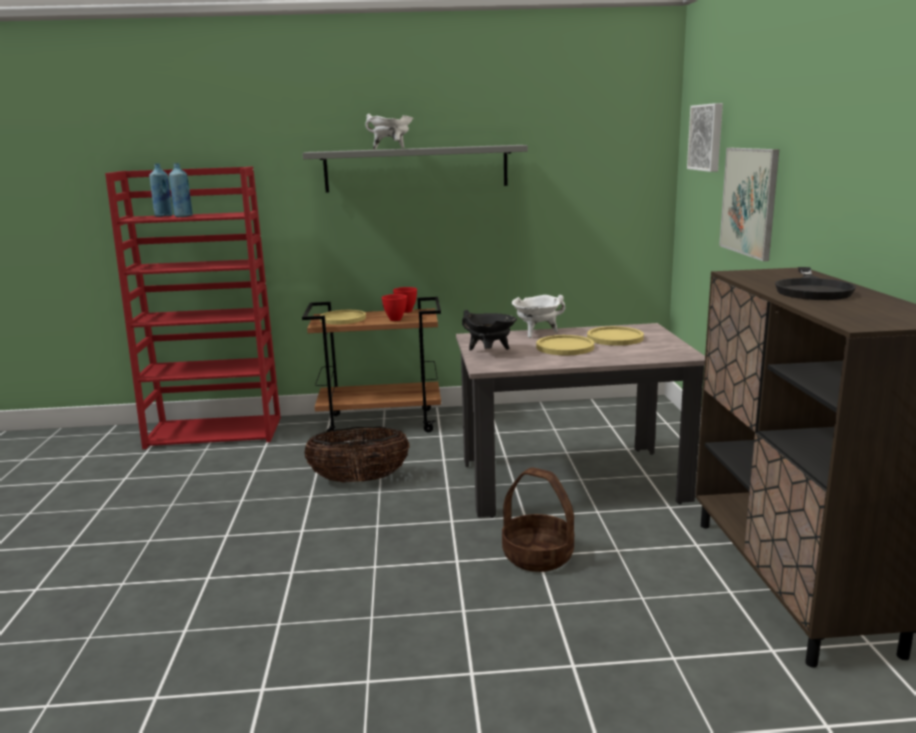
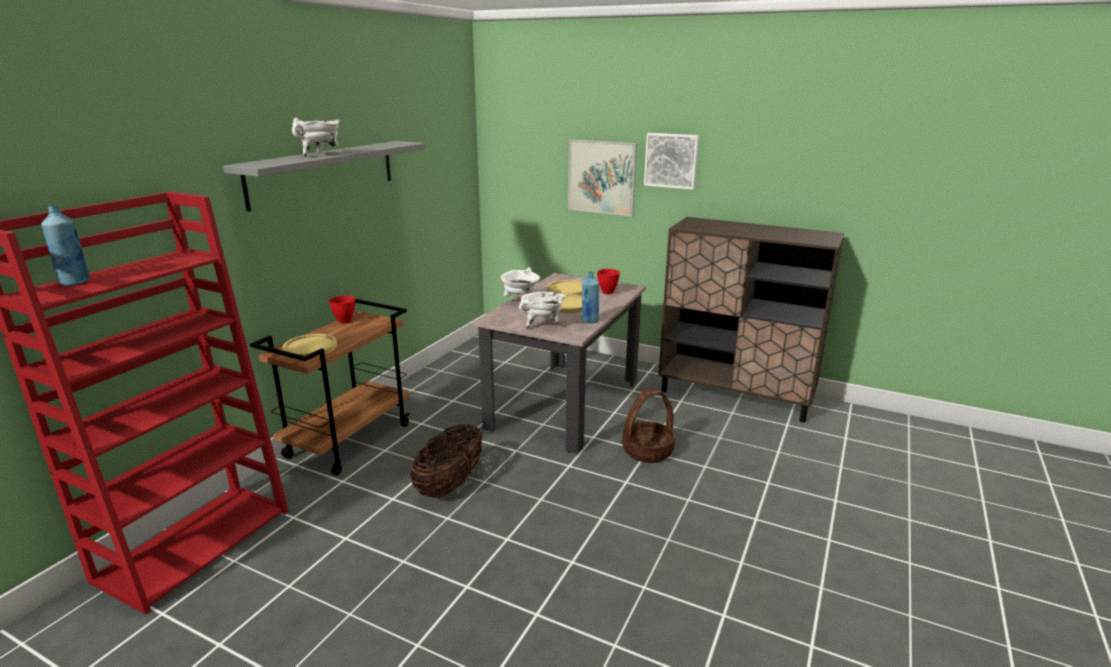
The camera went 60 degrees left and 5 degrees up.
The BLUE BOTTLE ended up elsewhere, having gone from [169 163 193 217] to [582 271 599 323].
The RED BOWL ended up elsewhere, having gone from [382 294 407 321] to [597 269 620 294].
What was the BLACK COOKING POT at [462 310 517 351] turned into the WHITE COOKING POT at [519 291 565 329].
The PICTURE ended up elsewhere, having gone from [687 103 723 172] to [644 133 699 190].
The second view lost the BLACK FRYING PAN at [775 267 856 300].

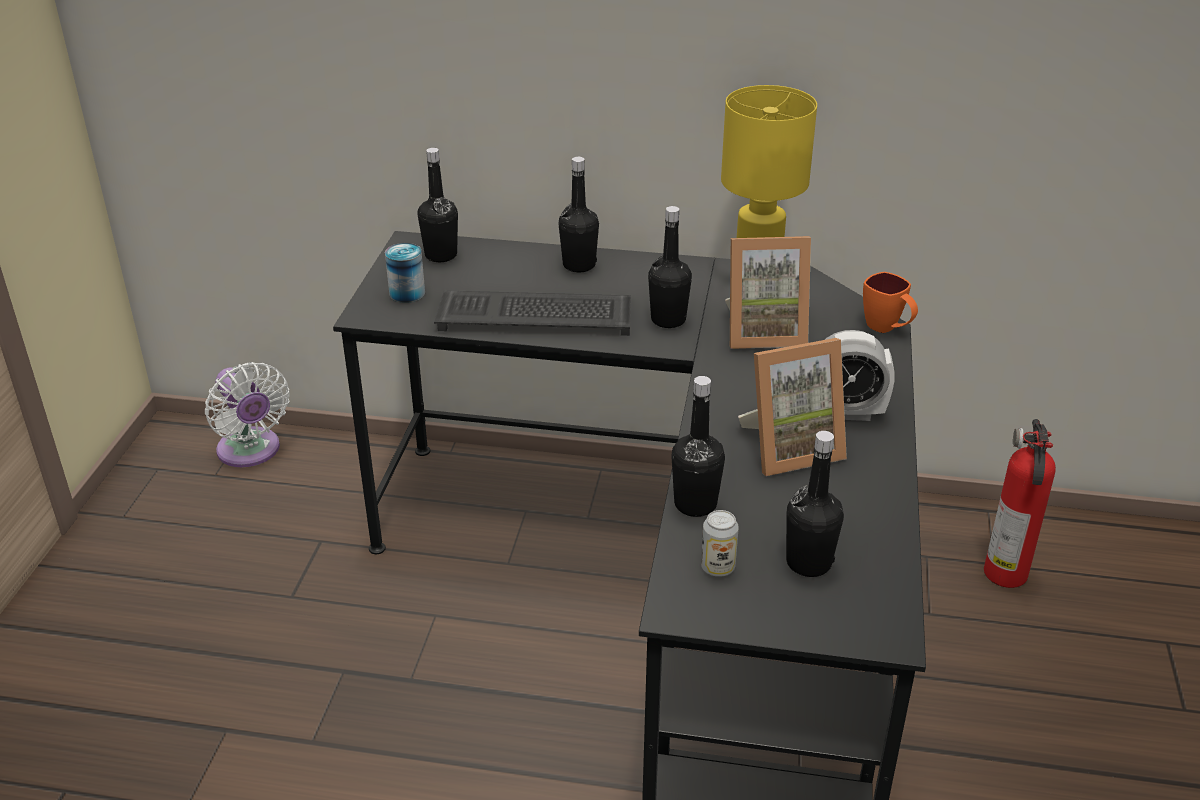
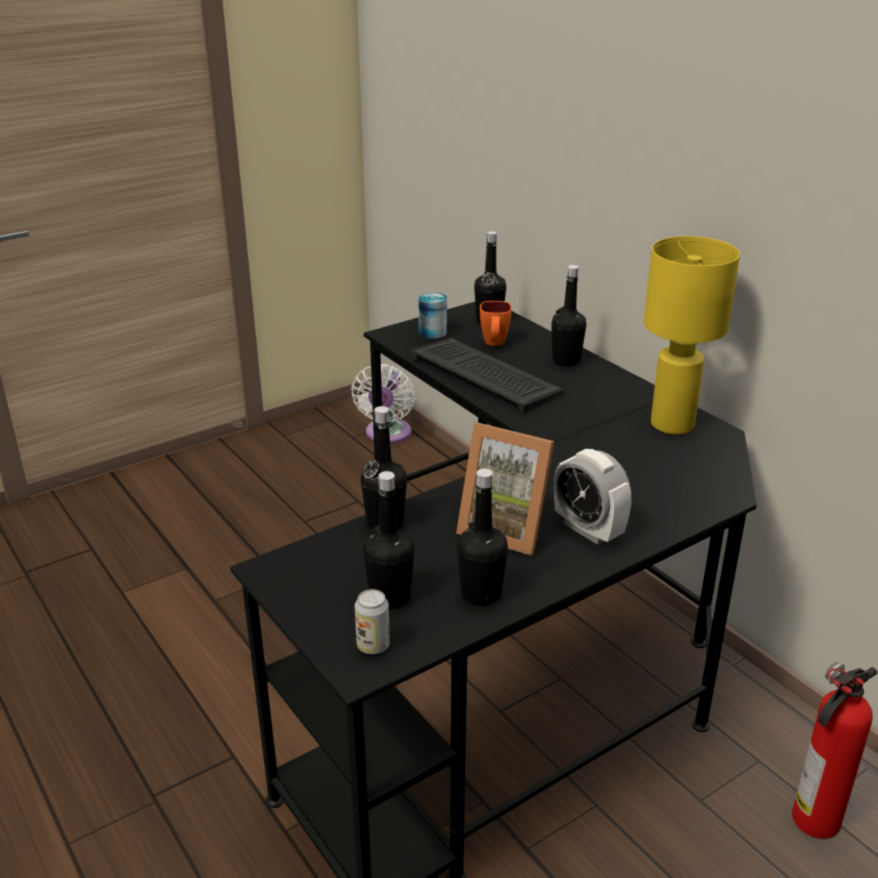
The camera went 45 degrees right and 5 degrees down.
The BLACK BOTTLE ended up elsewhere, having gone from [648 206 692 328] to [457 468 508 606].
The CAN ended up elsewhere, having gone from [701 510 739 577] to [355 589 390 654].
The second view lost the PICTURE FRAME at [725 236 811 349].
The ORANGE MUG ended up elsewhere, having gone from [863 272 918 333] to [480 301 512 346].

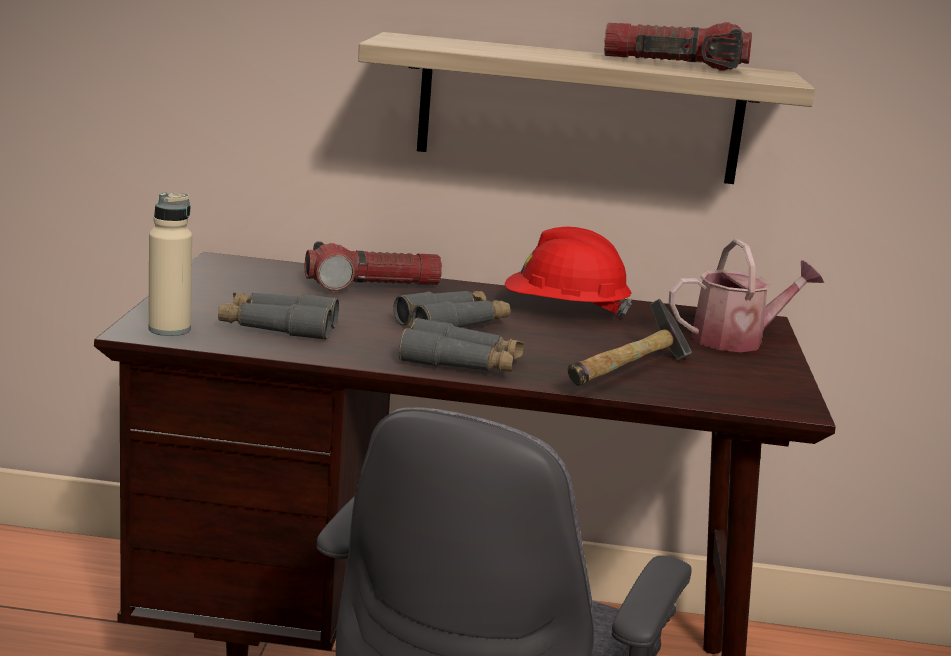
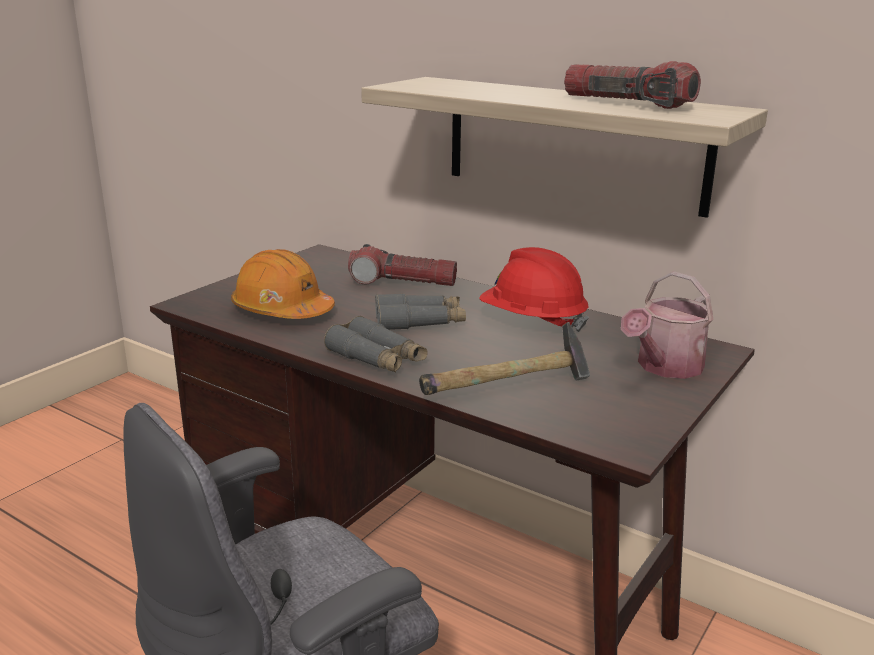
The camera went 30 degrees right and 5 degrees up.
The second view lost the BEIGE BOTTLE at [149 193 192 336].
Where the GREY BINOCULARS stood at [218 293 339 340], the ORANGE HARD HAT came to stand at [231 249 335 319].
The WATERING CAN at [669 239 824 352] ended up facing another way, 120 degrees clockwise from before.

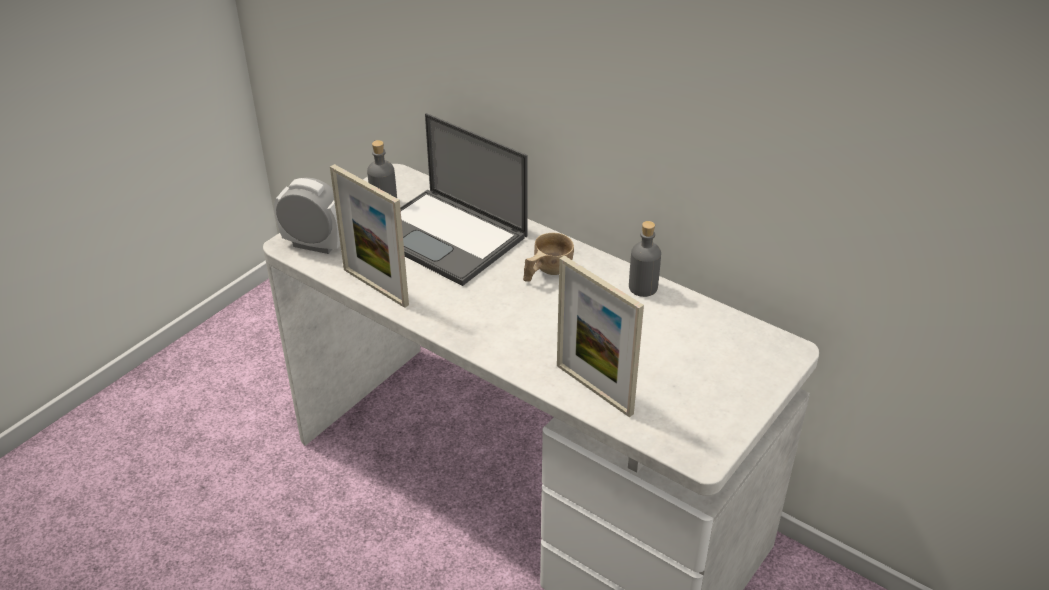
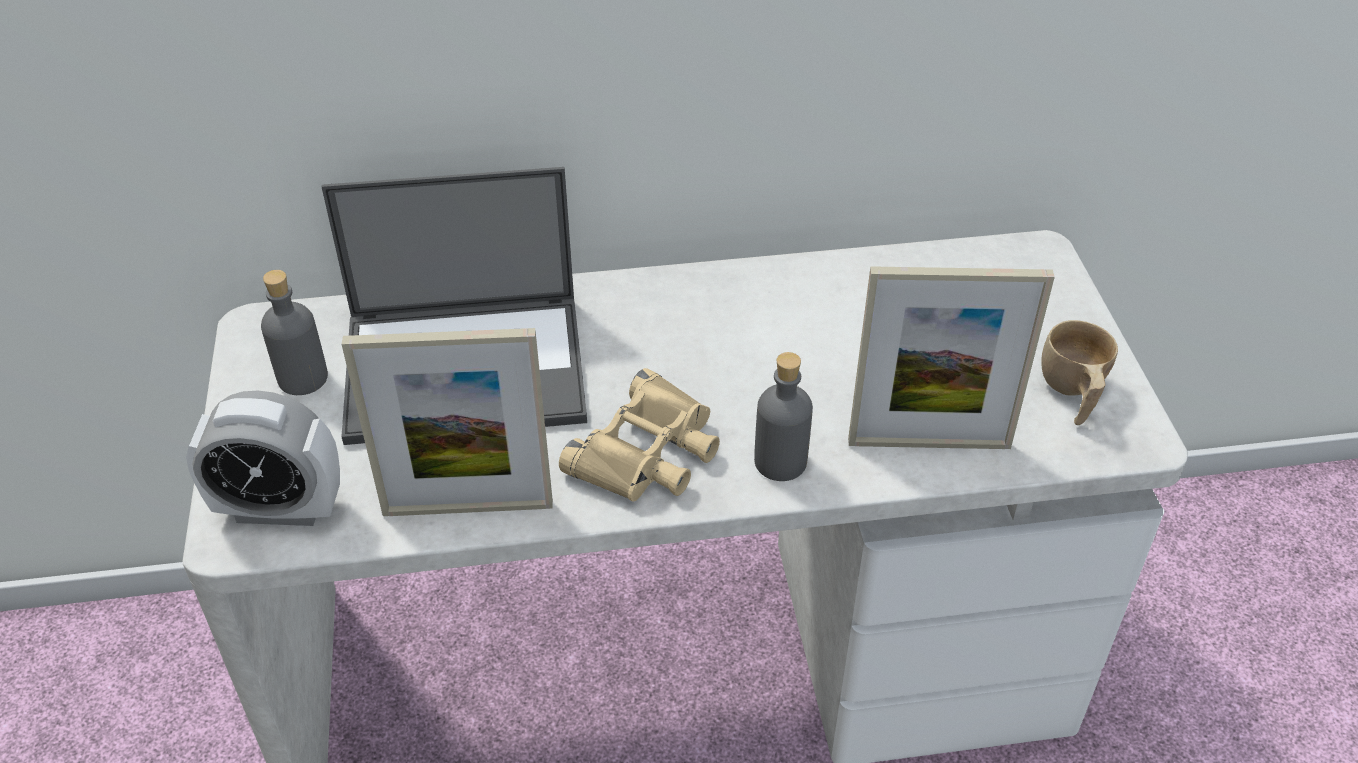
The camera went 45 degrees left and 5 degrees up.
The ALARM CLOCK at [274 178 340 254] ended up facing another way, 150 degrees counterclockwise from before.
The BEIGE CUP ended up elsewhere, having gone from [523 233 574 282] to [1041 320 1118 425].
The GREY BOTTLE ended up elsewhere, having gone from [629 221 661 297] to [754 352 813 481].
The second view gained the BEIGE BINOCULARS at [559 368 720 502].

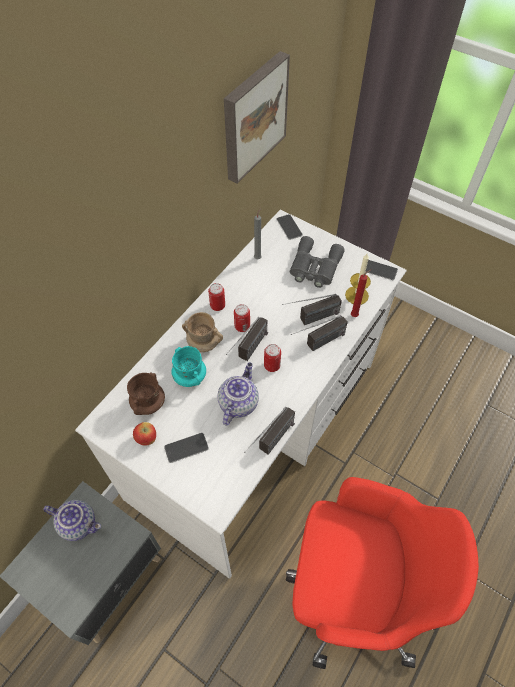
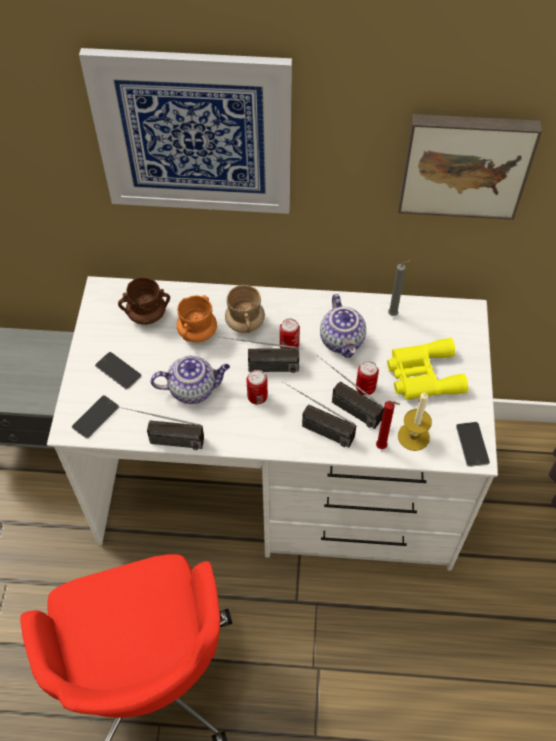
The camera went 60 degrees right and 0 degrees up.
The TEAPOT ended up elsewhere, having gone from [43 500 101 541] to [320 294 366 358].
The second view lost the APPLE at [133 422 156 445].
What was the TURQUOISE MUG at [171 346 206 387] turned into the ORANGE MUG at [177 295 217 342].
The CAN ended up elsewhere, having gone from [208 283 225 311] to [356 361 379 395].
The PHONE ended up elsewhere, having gone from [276 214 303 240] to [72 395 119 439].
What was the GREY BINOCULARS at [289 236 345 288] turned into the YELLOW BINOCULARS at [387 338 468 400].
The second view gained the PICTURE at [79 48 292 214].

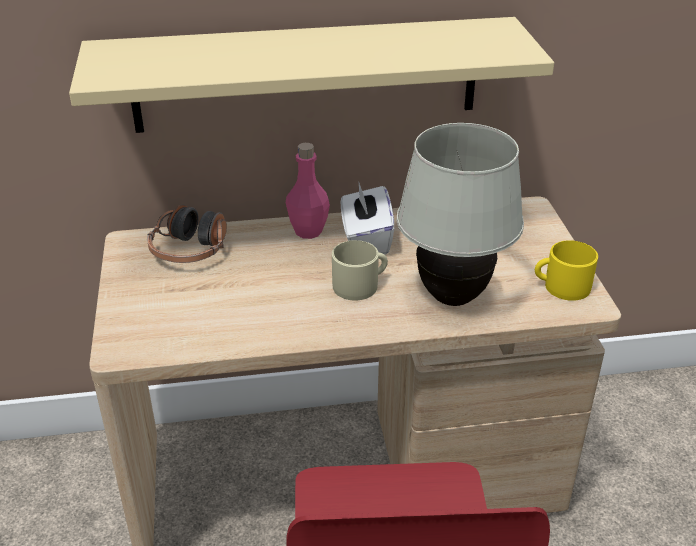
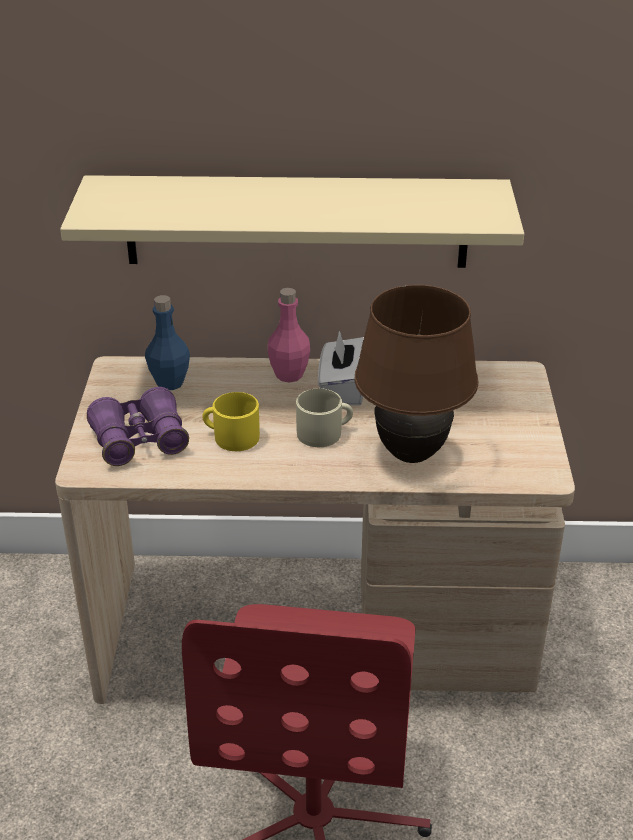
The camera went 10 degrees right and 0 degrees up.
Where the HEADPHONES stood at [147 204 227 263], the BLUE BOTTLE came to stand at [145 295 190 390].
What was the WHITE TABLE LAMP at [397 123 524 306] turned into the BROWN TABLE LAMP at [355 285 478 463].
The YELLOW MUG ended up elsewhere, having gone from [535 240 598 301] to [202 392 260 451].
The second view gained the PURPLE BINOCULARS at [87 387 189 466].

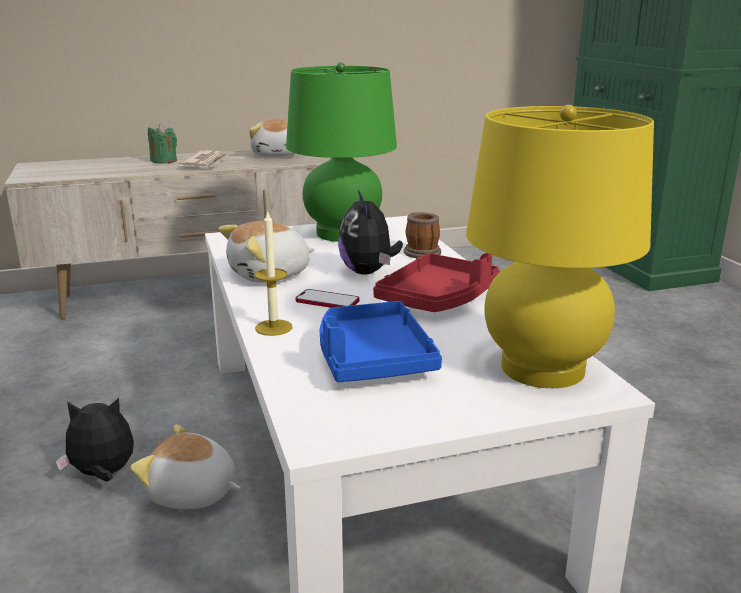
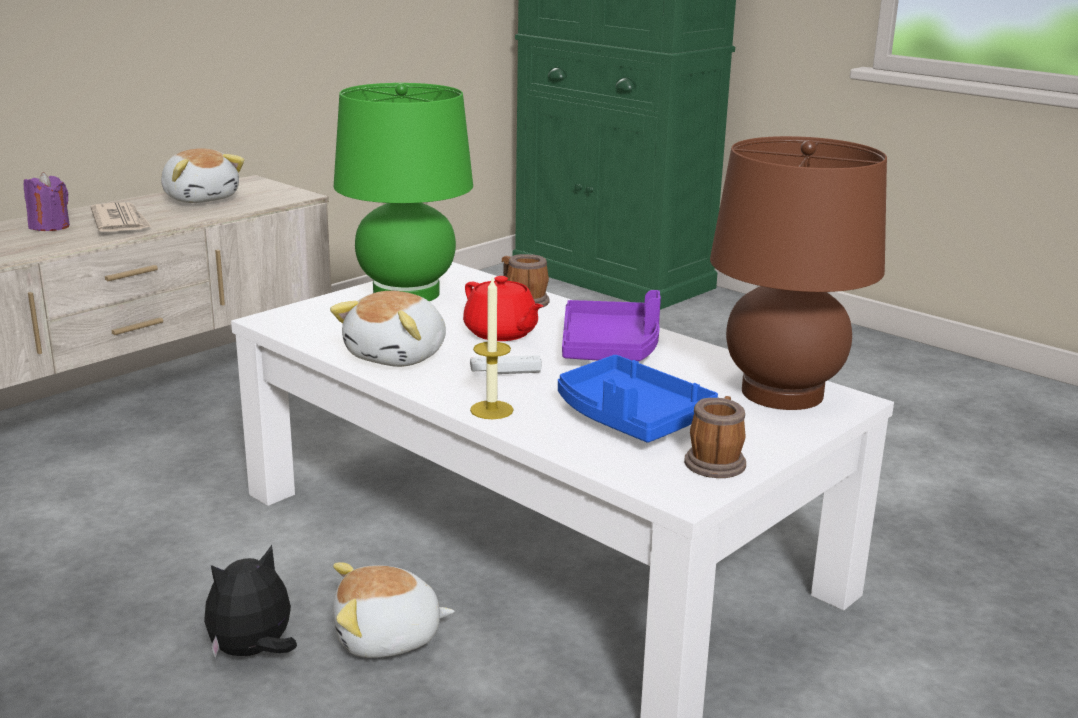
The camera went 30 degrees left and 0 degrees up.
What was the GREEN CANDLE at [148 124 177 164] turned into the PURPLE CANDLE at [24 172 70 231].
Where the PHONE stood at [296 289 359 308], the WHITE GAME CONTROLLER came to stand at [470 355 542 374].
Where the PLUSH TOY stood at [338 190 403 275], the RED TEAPOT came to stand at [463 276 543 341].
What was the RED TRAY at [373 253 500 312] turned into the PURPLE TRAY at [562 290 661 361].
What was the YELLOW TABLE LAMP at [466 105 654 388] turned into the BROWN TABLE LAMP at [710 136 887 410].
The second view gained the MUG at [684 396 746 478].

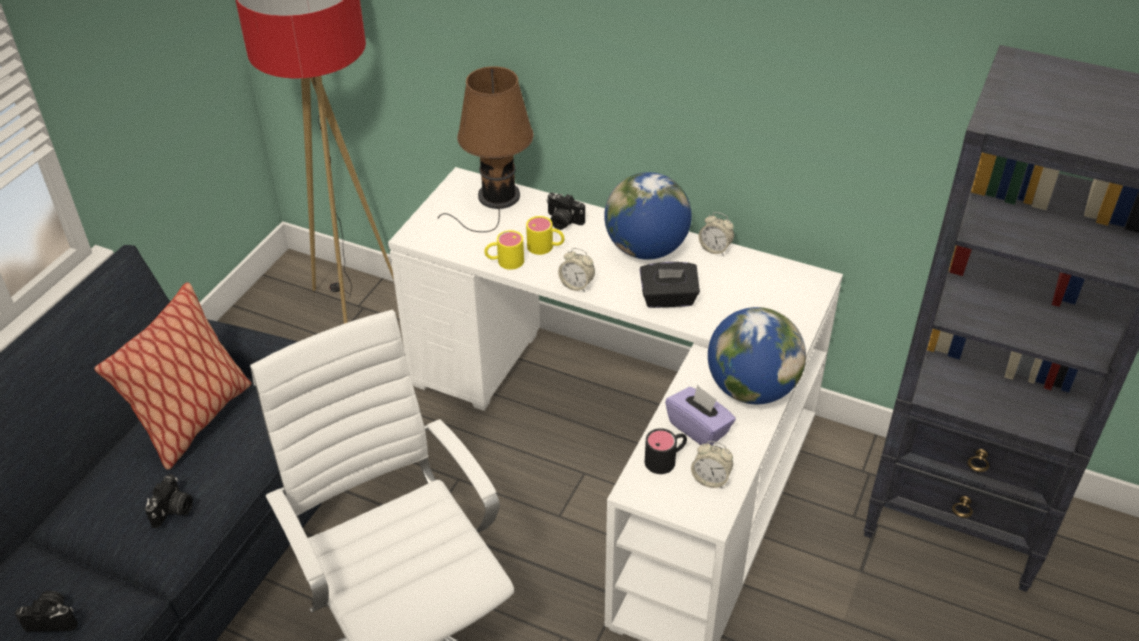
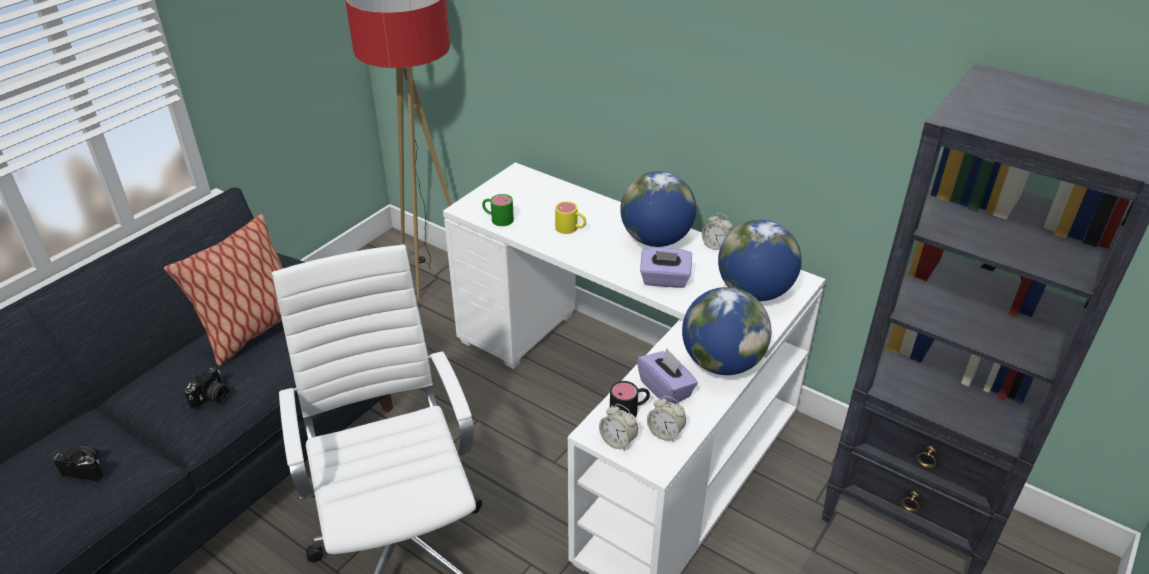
The camera went 10 degrees right and 5 degrees down.
The second view lost the BROWN TABLE LAMP at [437 66 534 232].
The second view lost the YELLOW MUG at [484 230 524 270].
The second view lost the PHOTO CAMERA at [546 193 585 230].
The ALARM CLOCK ended up elsewhere, having gone from [558 248 595 292] to [599 404 638 451].
What was the BLACK TISSUE BOX at [640 262 700 308] turned into the PURPLE TISSUE BOX at [640 247 692 288].
The second view gained the GREEN MUG at [482 194 514 226].
The second view gained the GLOBE at [718 220 802 301].

